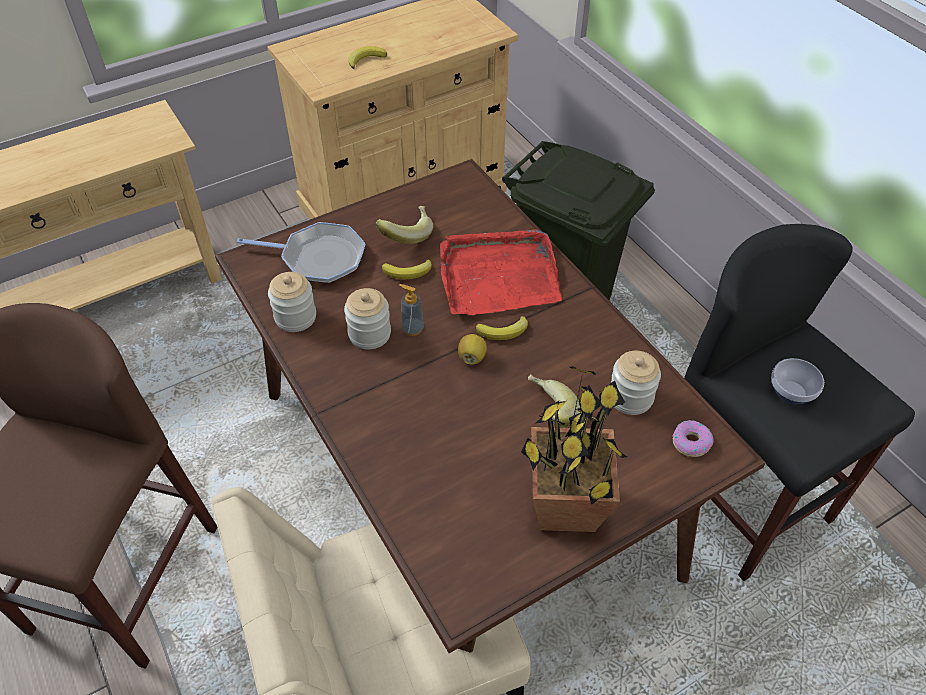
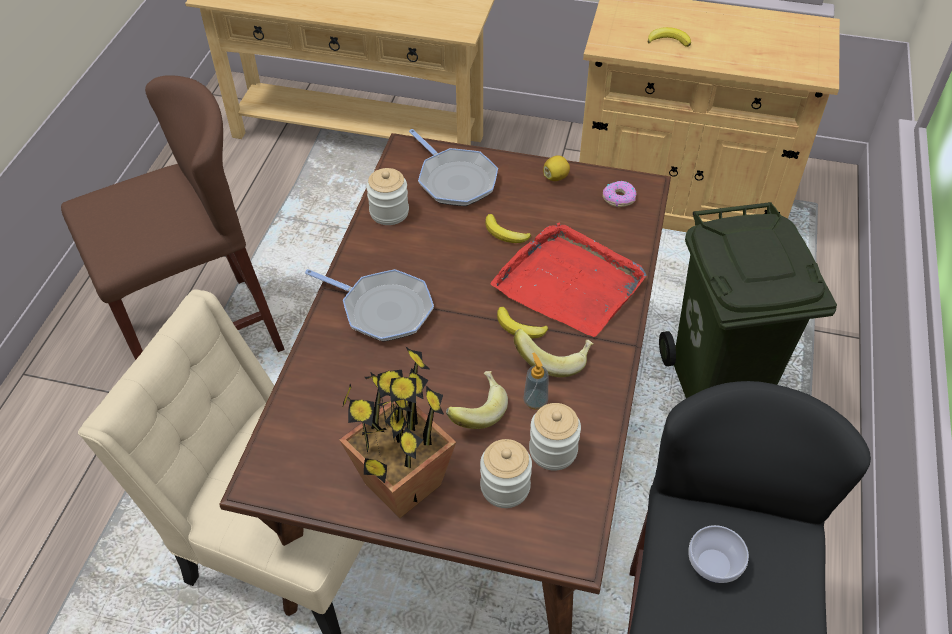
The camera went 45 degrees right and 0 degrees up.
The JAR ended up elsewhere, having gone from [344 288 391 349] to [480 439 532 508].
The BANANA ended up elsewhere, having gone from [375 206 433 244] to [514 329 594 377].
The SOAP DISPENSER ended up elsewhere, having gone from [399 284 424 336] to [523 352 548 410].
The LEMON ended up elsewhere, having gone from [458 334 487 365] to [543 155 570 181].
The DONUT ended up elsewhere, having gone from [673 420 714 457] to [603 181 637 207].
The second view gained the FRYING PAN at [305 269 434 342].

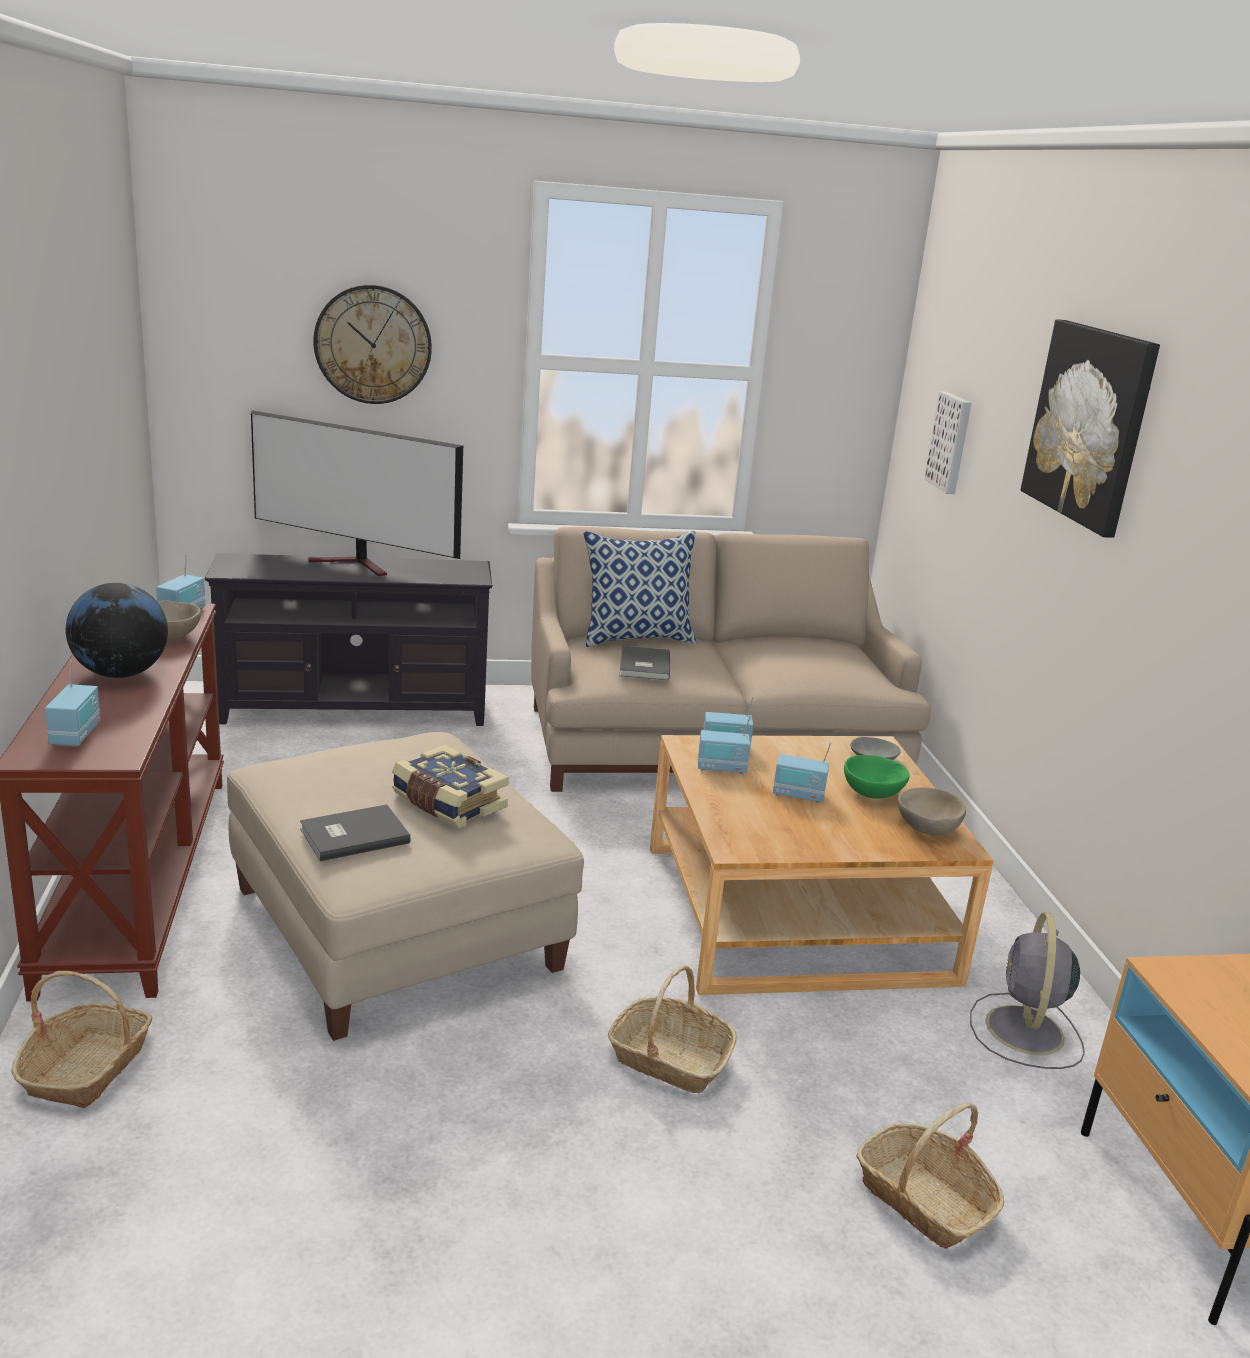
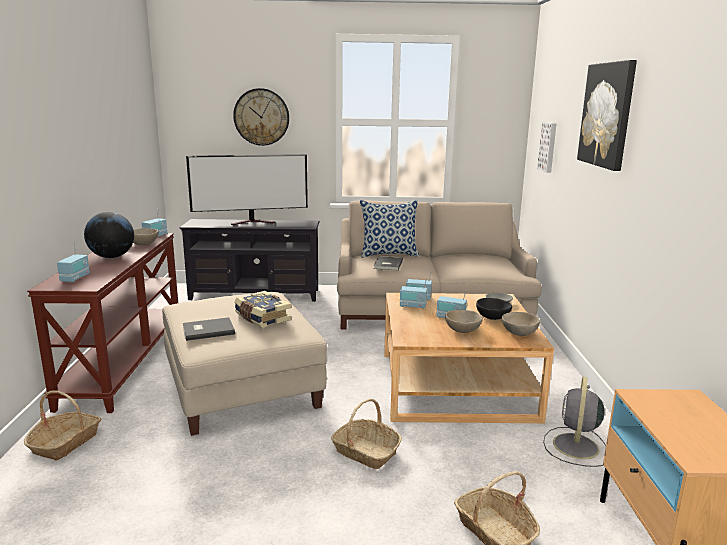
The camera went 10 degrees right and 5 degrees down.
The TELEVISION at [251 410 463 576] ended up facing another way, 45 degrees counterclockwise from before.
What was the GREEN BOWL at [844 755 910 798] turned into the BLACK BOWL at [476 298 512 320].
The second view gained the BEIGE BOWL at [445 310 483 333].

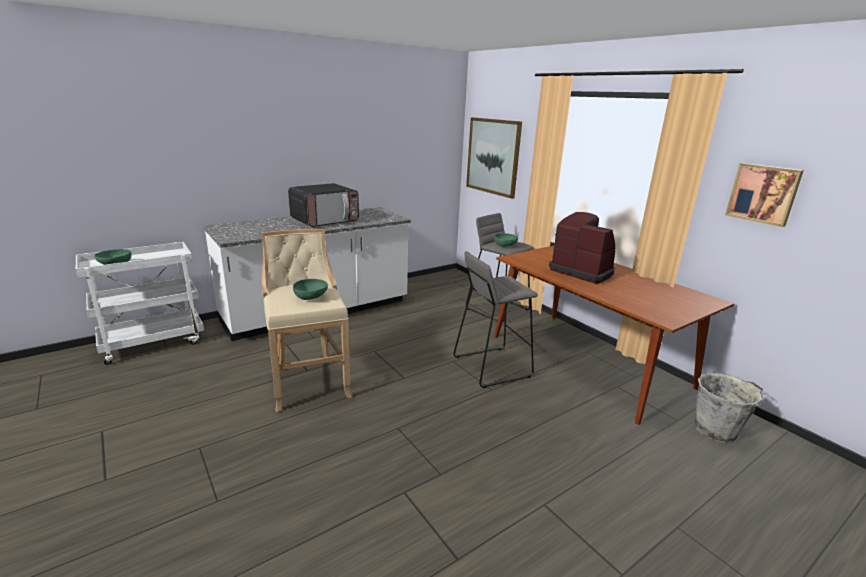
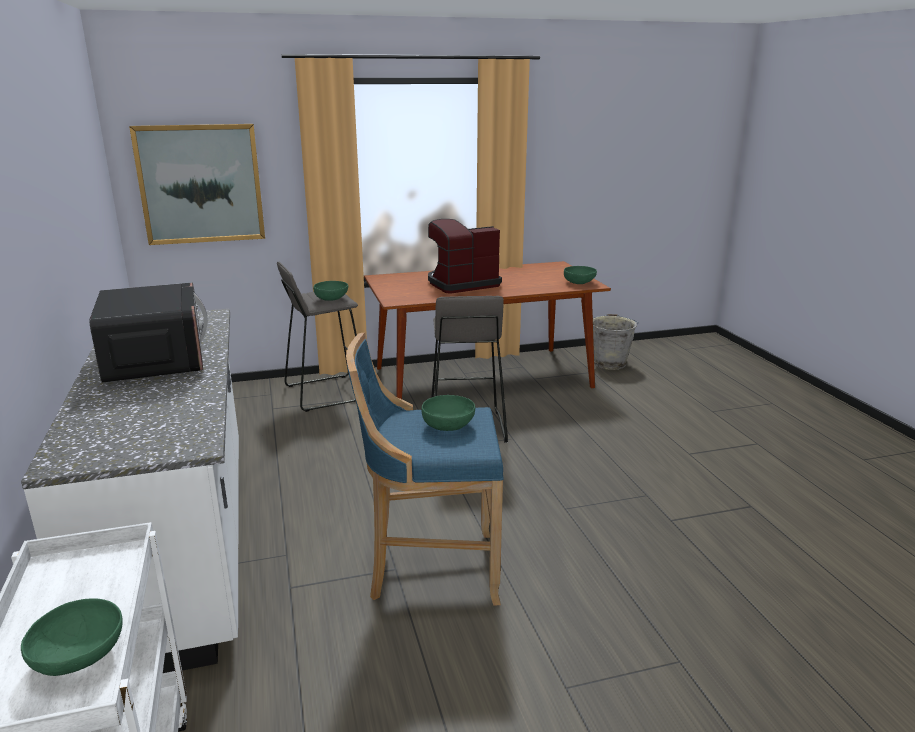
The camera went 70 degrees left and 0 degrees up.
What was the BEIGE STOOL at [261 229 352 412] turned into the BLUE STOOL at [346 332 504 605].
The second view lost the PICTURE at [725 163 804 227].
The second view gained the GREEN BOWL at [564 266 597 284].

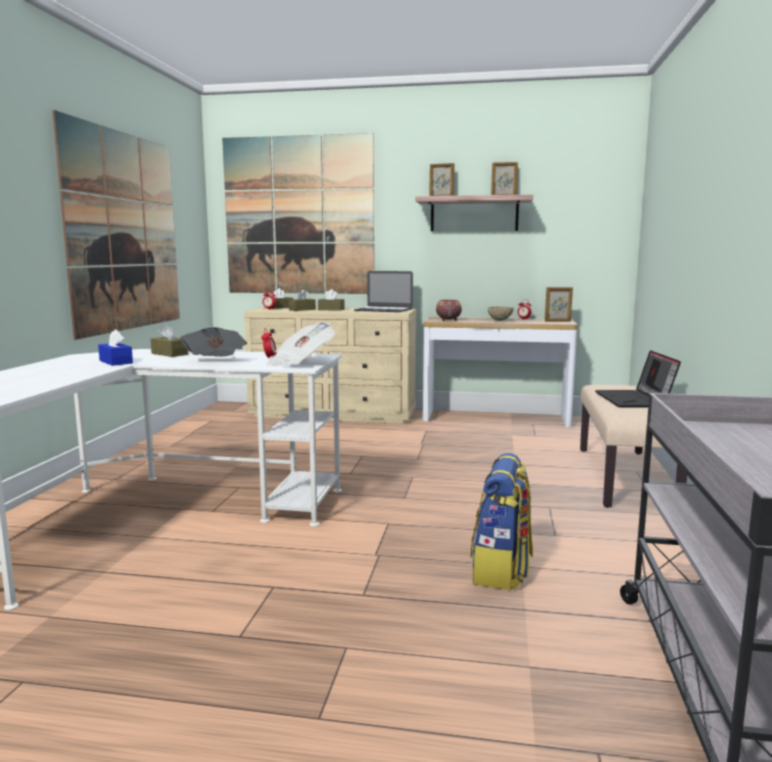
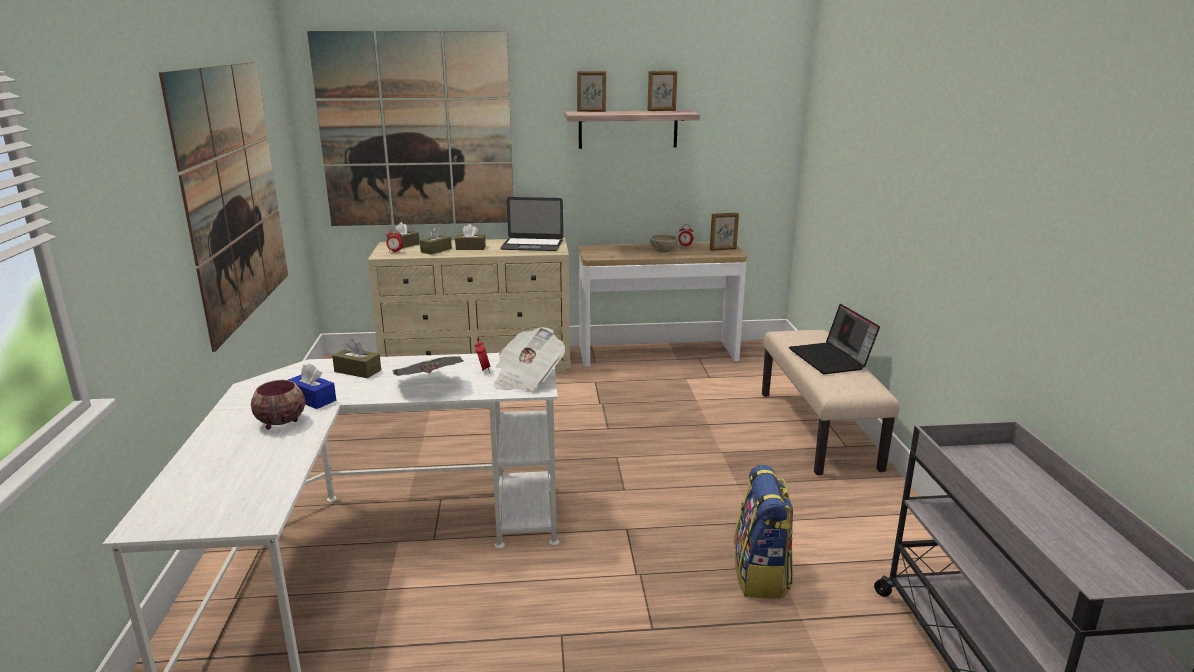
The camera went 15 degrees left and 10 degrees up.
The BOWL ended up elsewhere, having gone from [436 300 462 321] to [251 380 305 429].

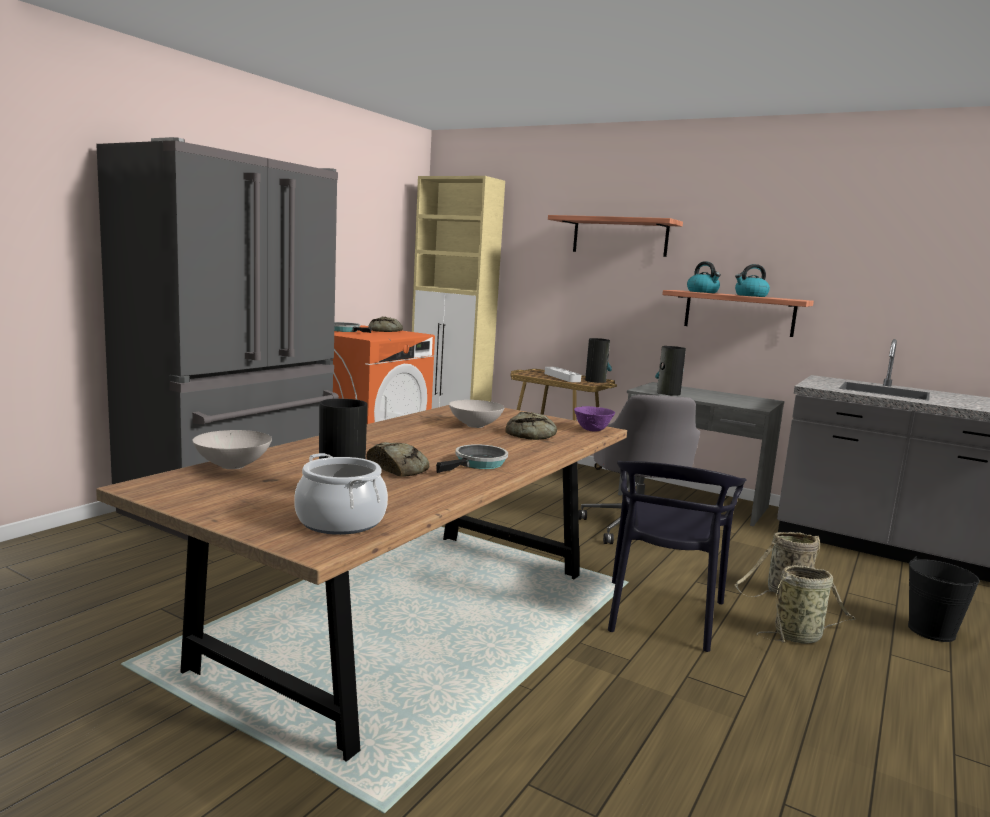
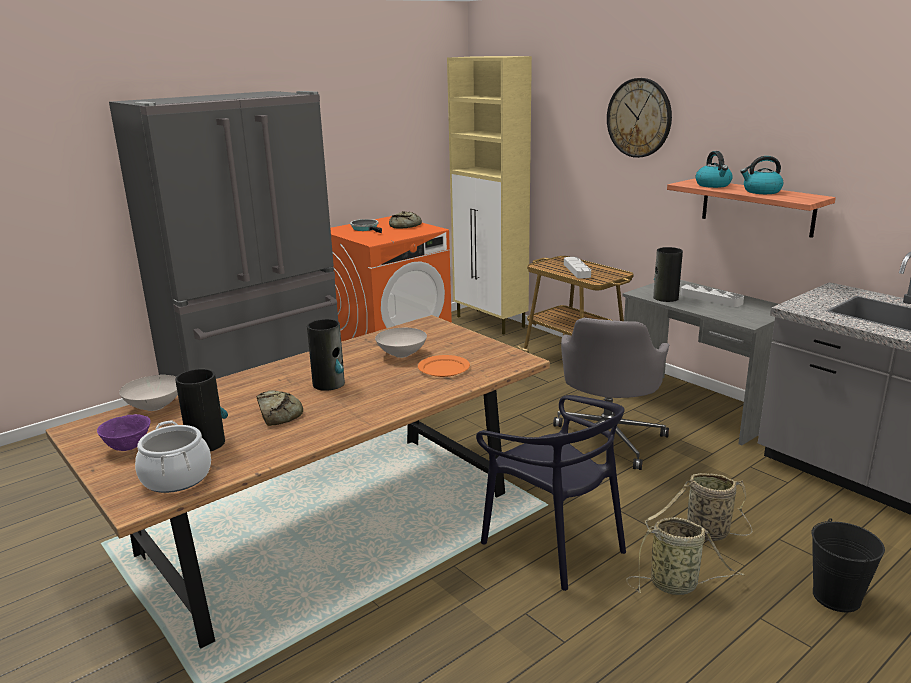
The camera went 20 degrees right and 10 degrees up.
The second view lost the FRYING PAN at [436 444 508 473].
Where the BREAD stood at [505 412 557 440], the ORANGE PLATE came to stand at [418 355 470 377].
Where the SHELF hung at [548 215 683 257], the WALL CLOCK came to hang at [607 78 672 158].
The PURPLE BOWL ended up elsewhere, having gone from [574 406 615 432] to [97 414 151 451].
The VASE ended up elsewhere, having gone from [585 338 612 383] to [307 319 345 391].
The BLACK CHAIR at [608 461 747 652] ended up facing another way, 75 degrees counterclockwise from before.
The second view gained the GREY TRAY at [681 284 744 307].

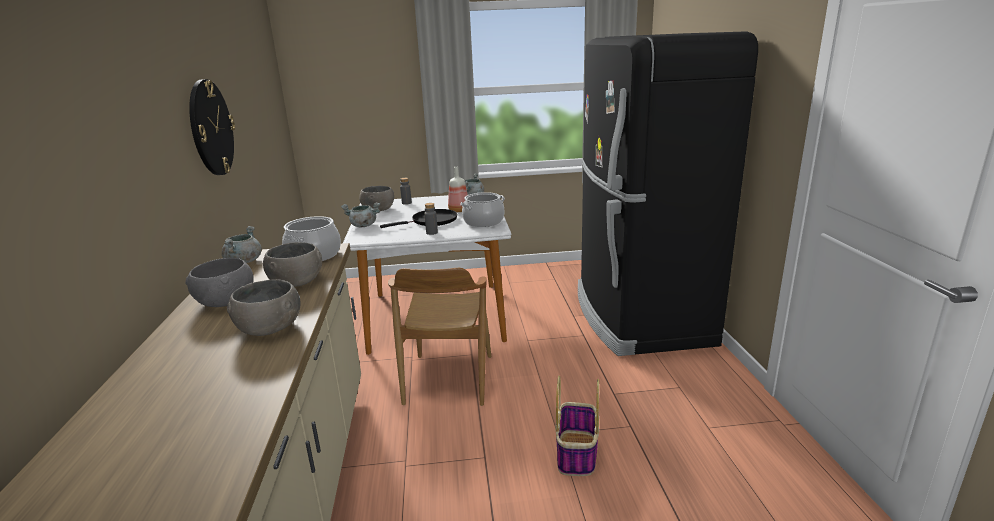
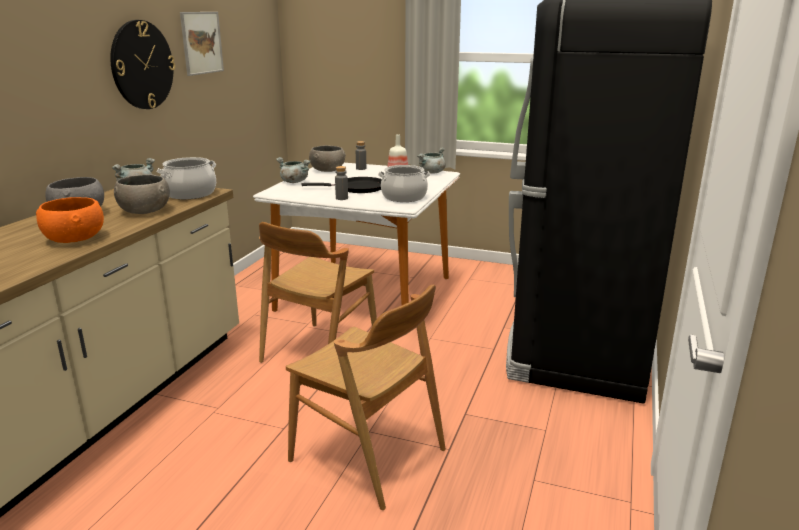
The camera went 25 degrees right and 0 degrees up.
What was the GREY BOWL at [227 279 301 336] turned into the ORANGE BOWL at [36 197 104 243].
Where the BASKET stood at [555 376 599 476], the BROWN CHAIR came to stand at [286 284 446 510].
The second view gained the PICTURE at [180 12 224 76].

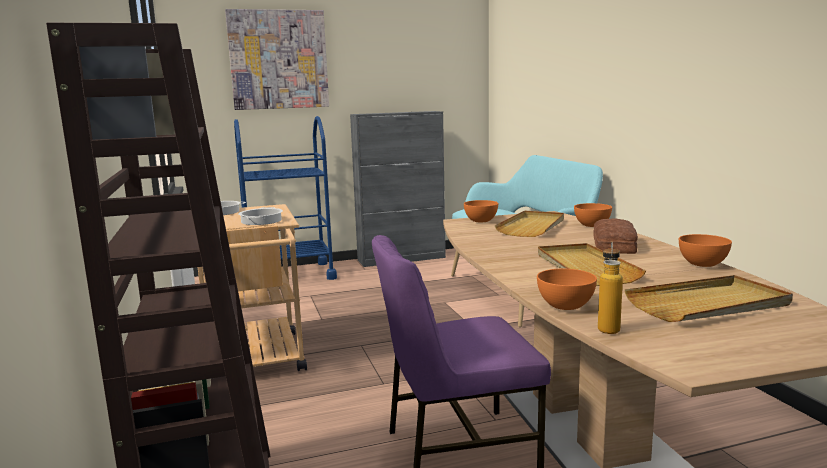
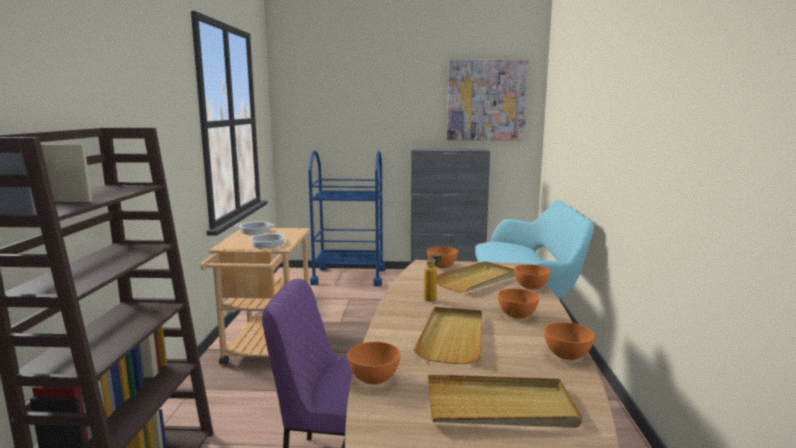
The camera went 20 degrees right and 0 degrees up.
The PICTURE ended up elsewhere, having gone from [225 9 329 110] to [447 60 529 140].
Where the BREAD stood at [593 219 638 254], the ORANGE BOWL came to stand at [498 288 539 319].
The BOTTLE ended up elsewhere, having gone from [598 241 623 334] to [424 249 441 301].

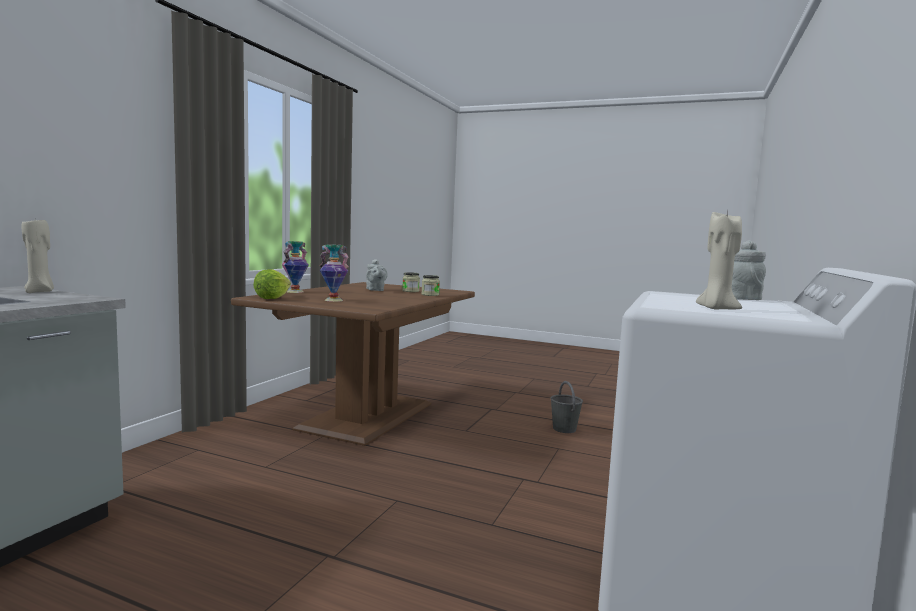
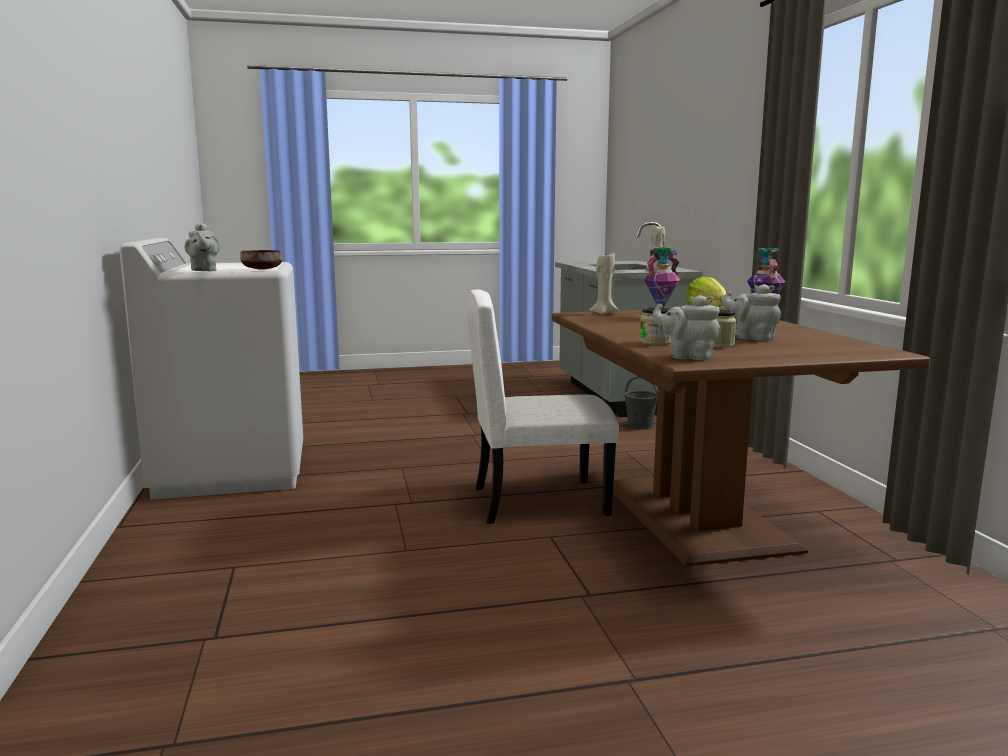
The camera went 145 degrees right and 5 degrees up.
The GREY BUCKET ended up elsewhere, having gone from [550 381 583 433] to [624 376 658 429].
The BEIGE CANDLE ended up elsewhere, having gone from [696 211 742 309] to [590 252 619 315].
The second view gained the BROWN BOWL at [240 250 282 270].
The second view gained the WHITE CHAIR at [466 289 619 524].
The second view gained the GREY TEAPOT at [652 295 720 360].

